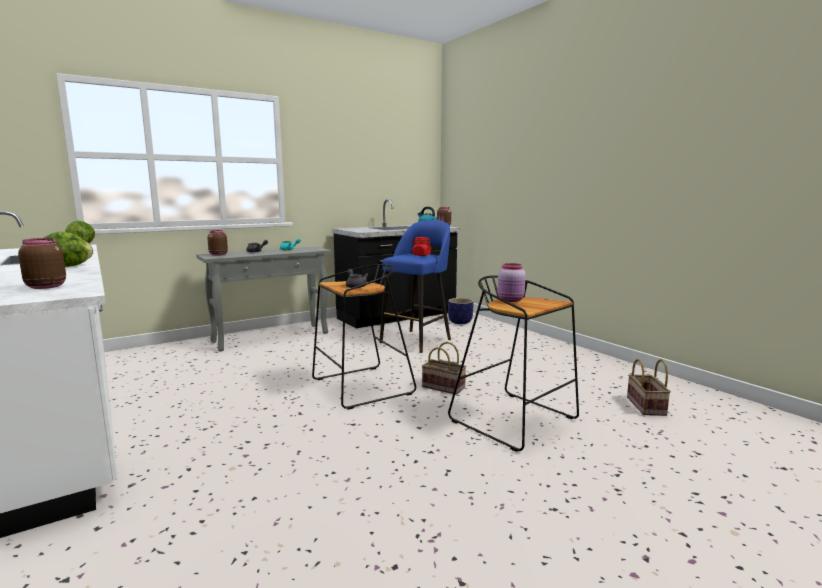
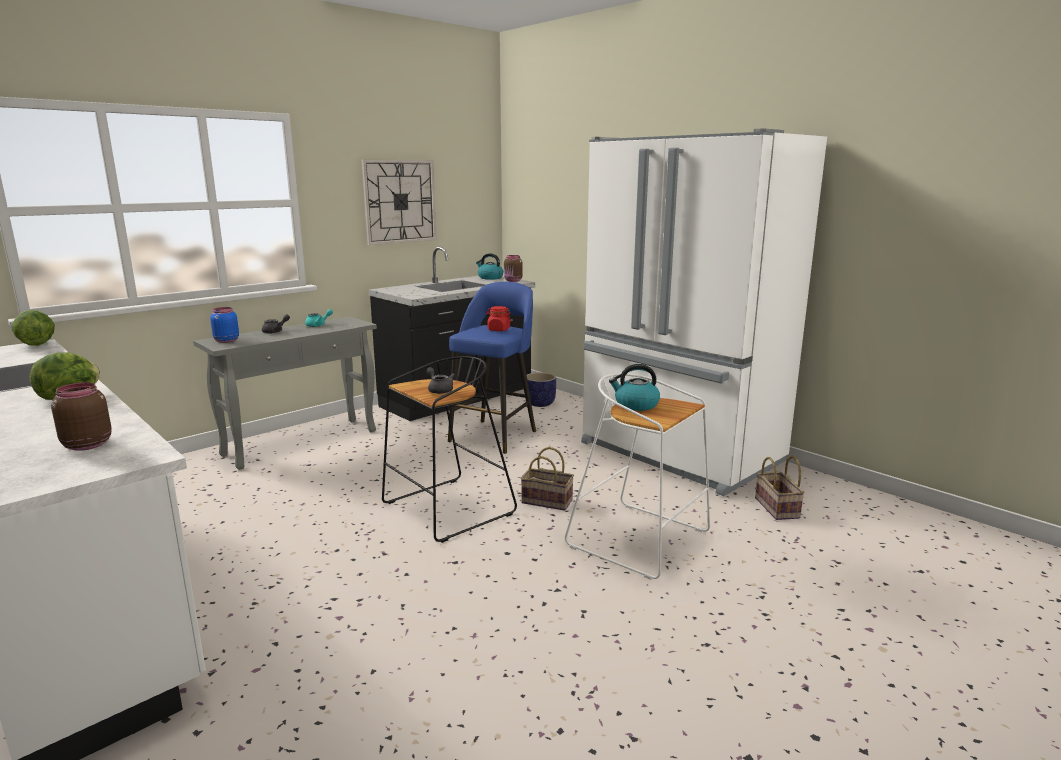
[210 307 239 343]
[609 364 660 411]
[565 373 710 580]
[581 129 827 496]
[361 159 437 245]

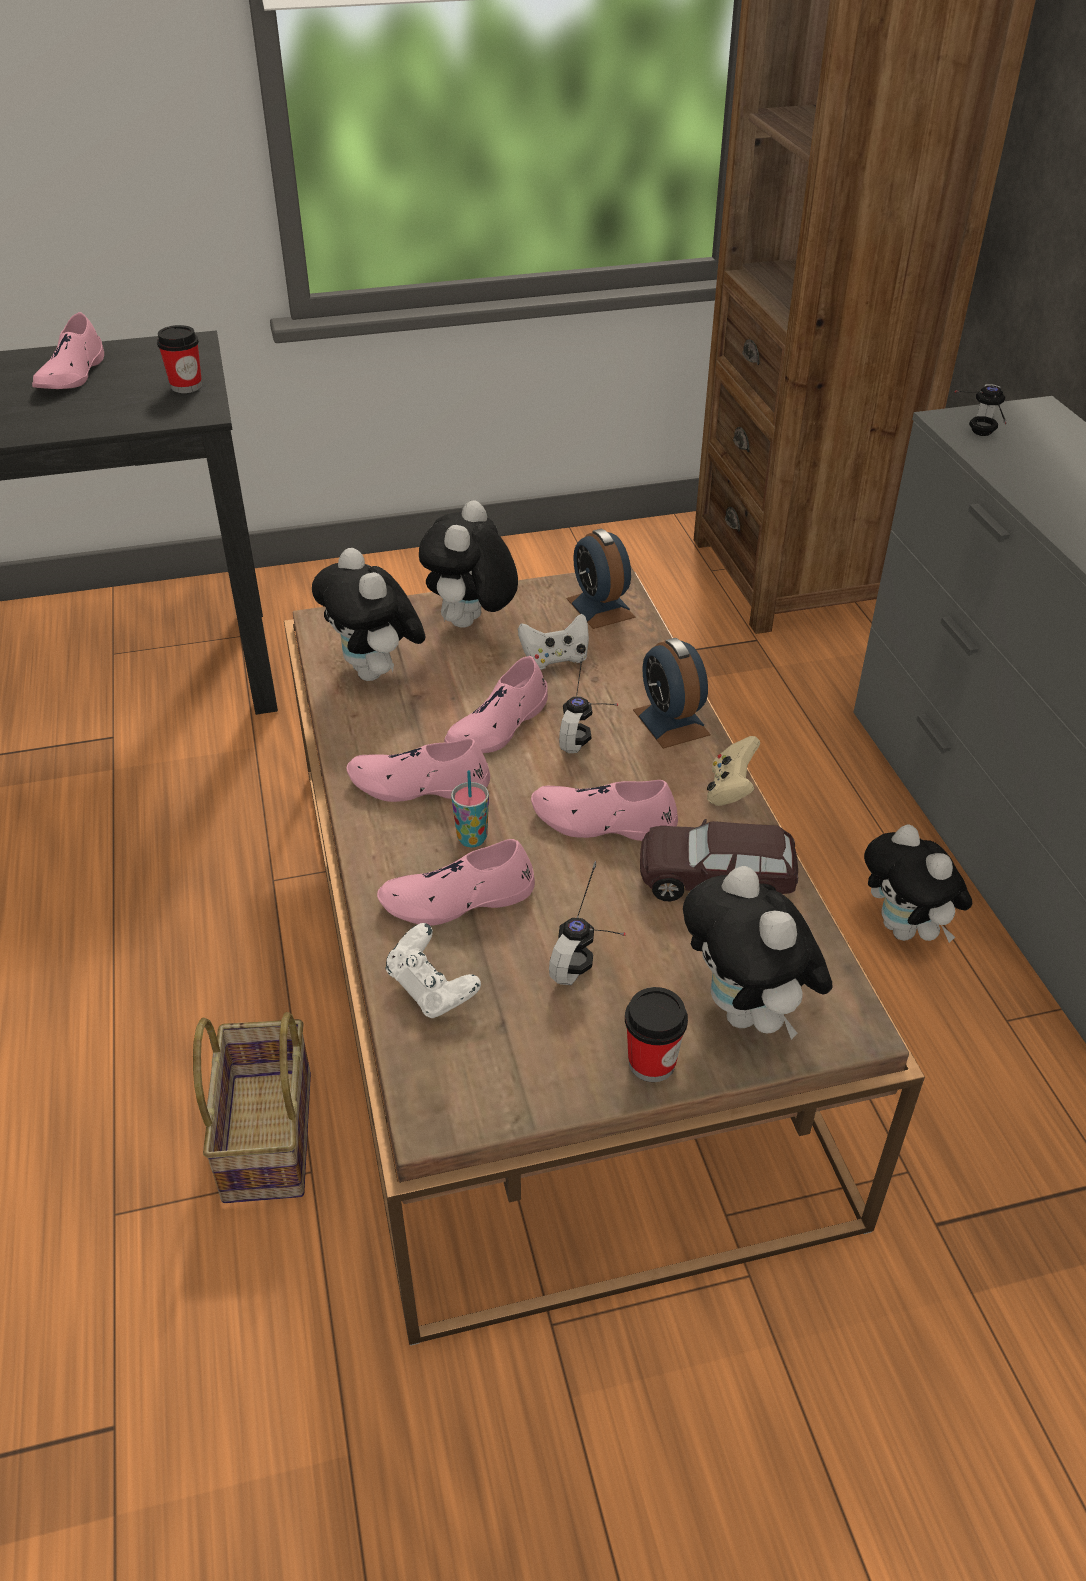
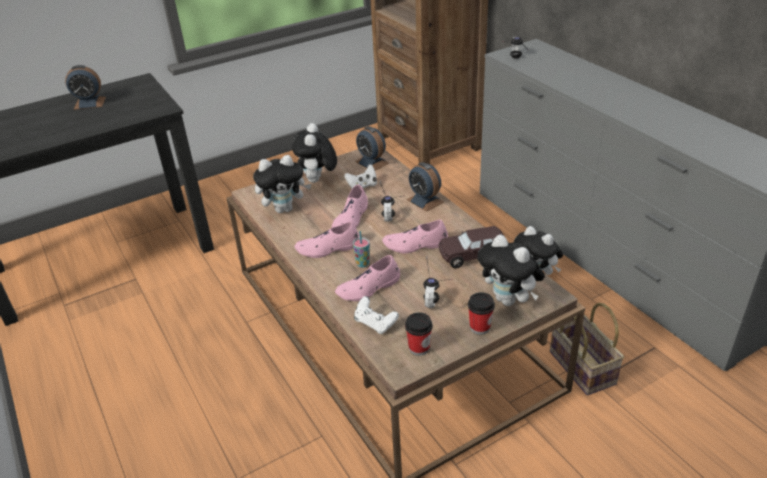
[65 65 106 110]
[405 312 433 356]
[253 155 311 213]
[707 736 760 806] (first image)
[550 303 624 395]

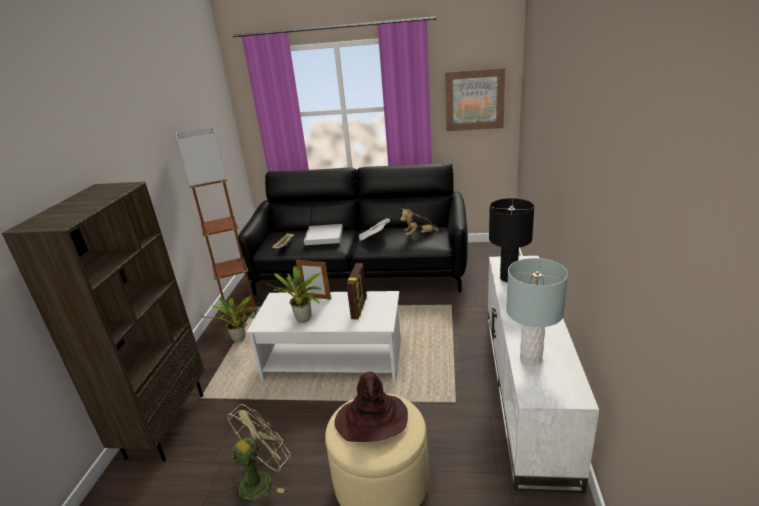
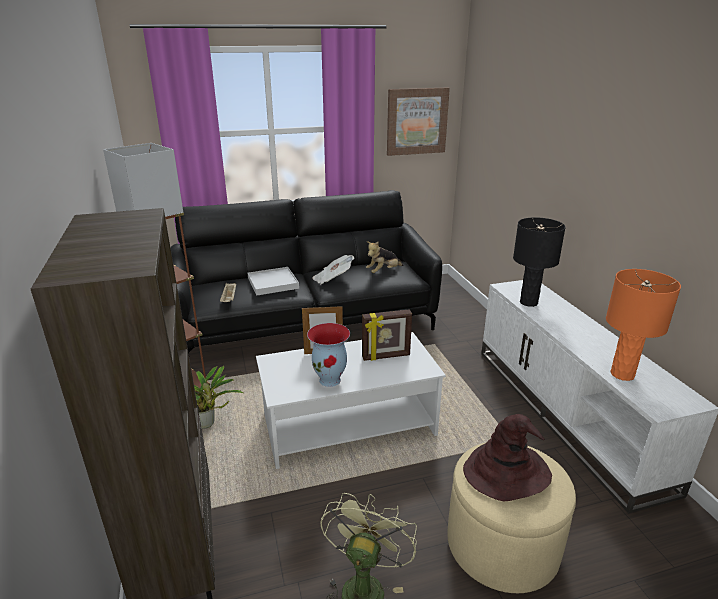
[606 269 681 381]
[362 309 412 361]
[307 323 350 387]

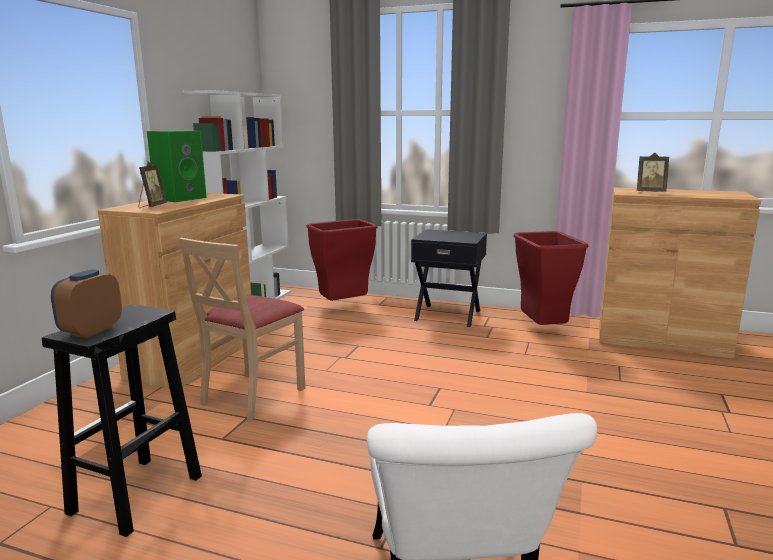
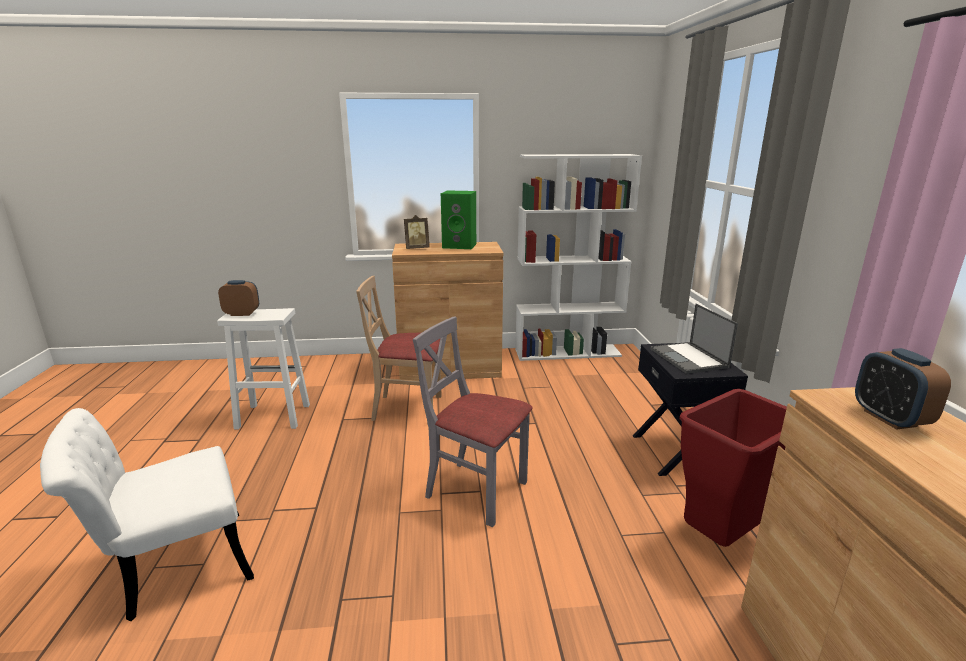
[855 348 951 430]
[306 219 377 301] (first image)
[217 308 310 429]
[650 304 738 374]
[413 316 533 527]

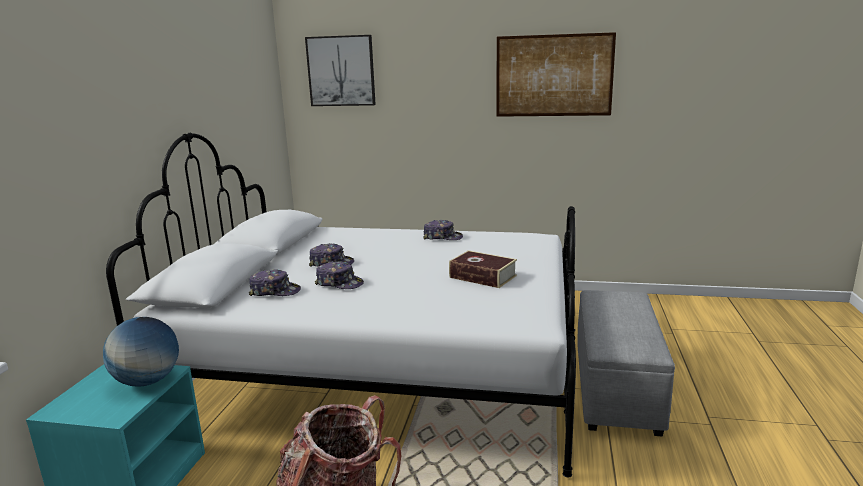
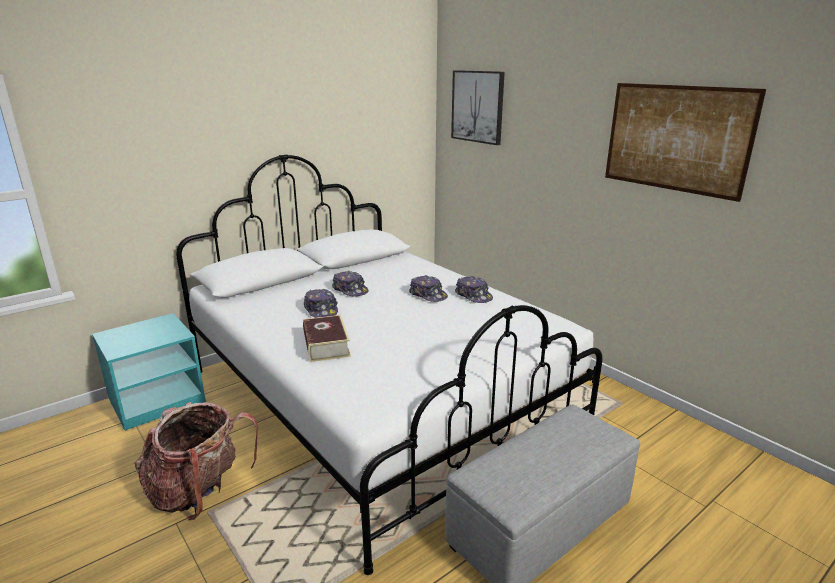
[303 315 351 362]
[409 275 448 302]
[103 317 179 386] (first image)

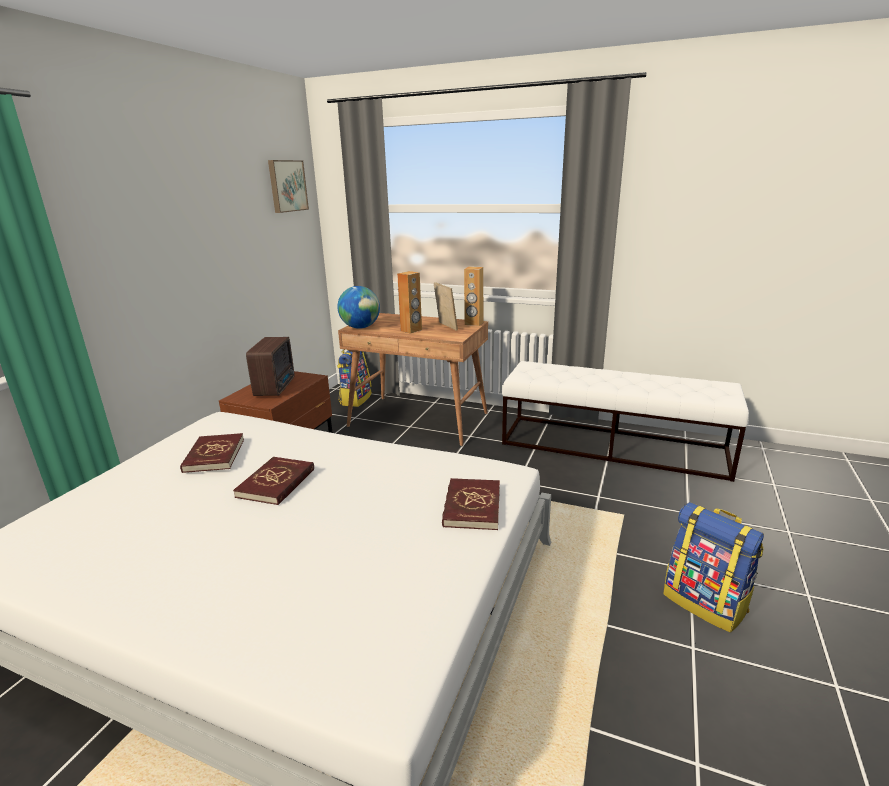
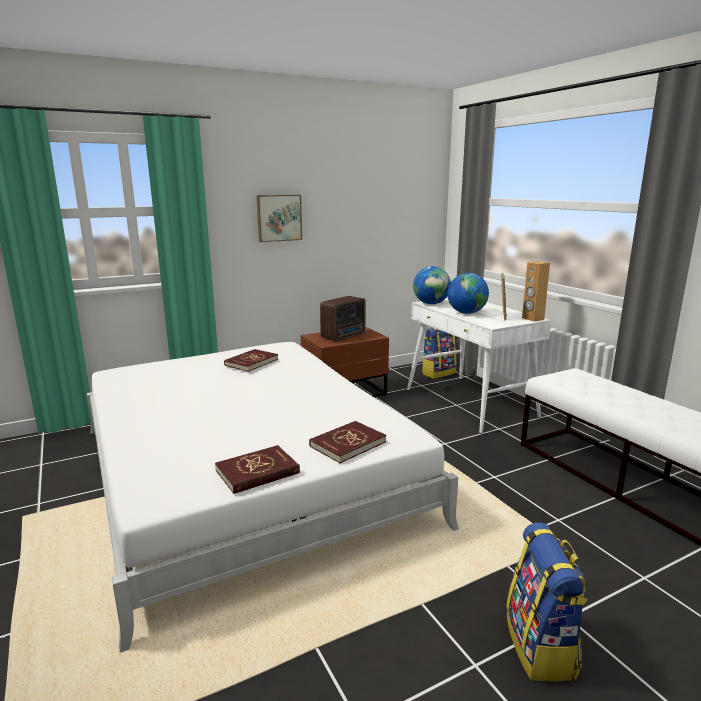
[256 195 302 242]
[447 273 489 314]
[407 298 551 434]
[215 445 300 494]

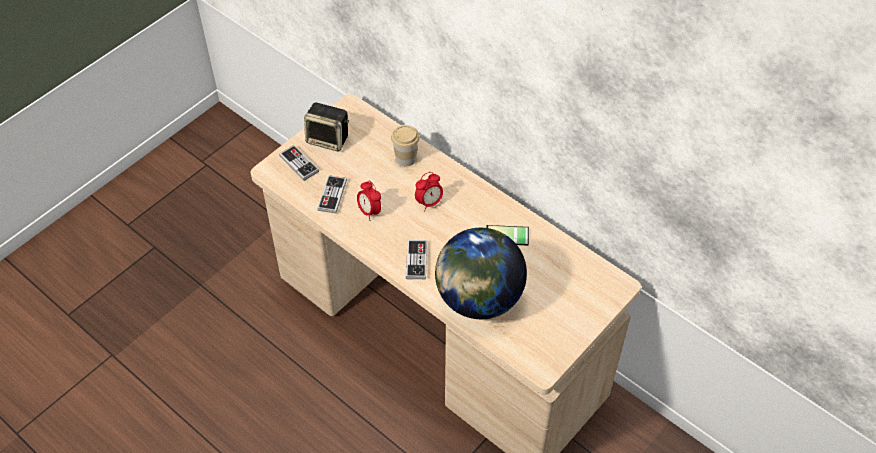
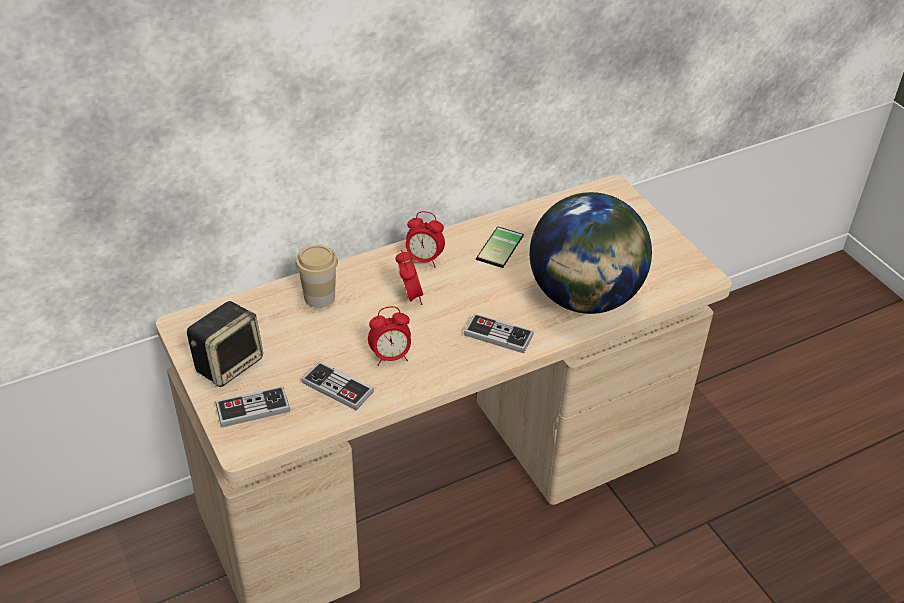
[406 211 445 267]

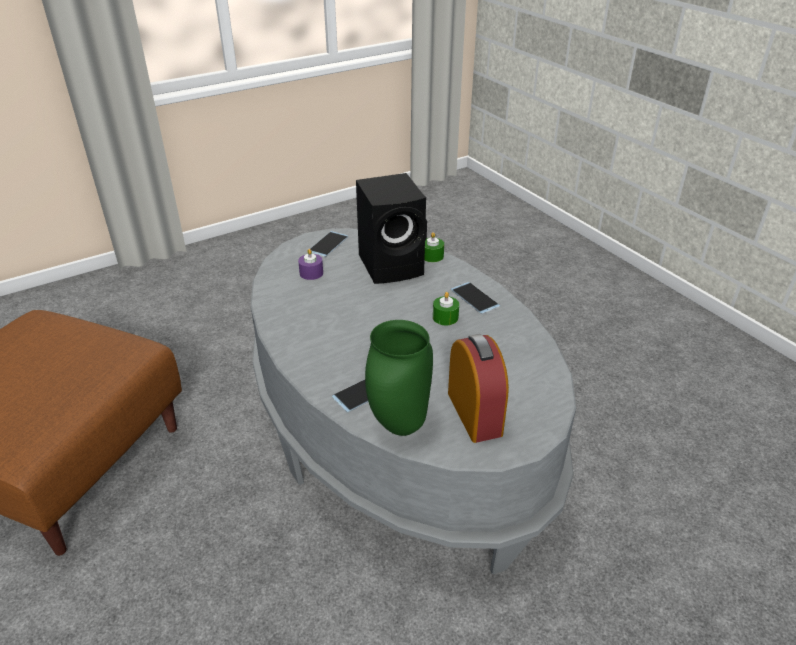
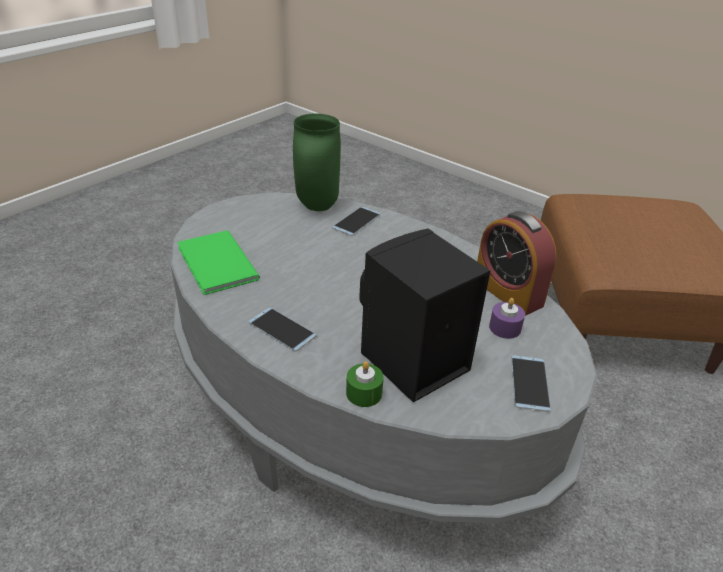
[433 292 459 325] (first image)
[477 211 557 316]
[178 231 260 295]

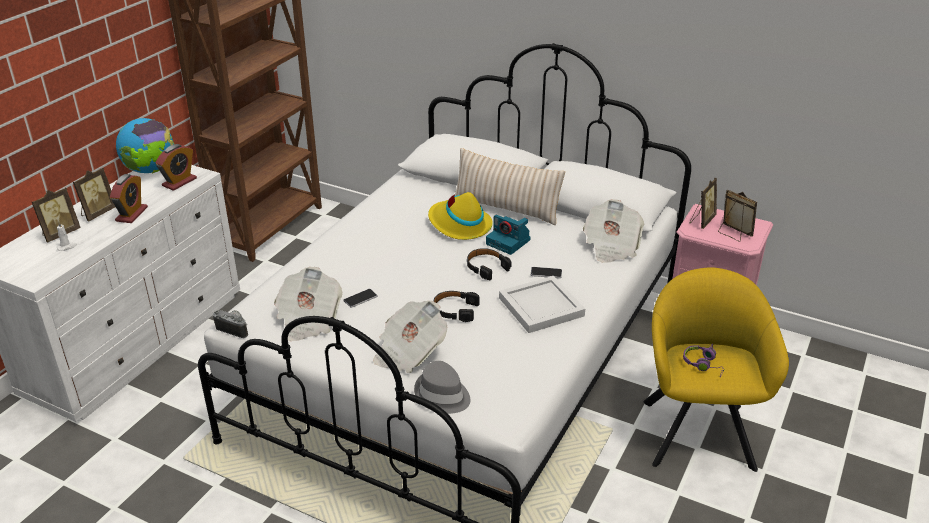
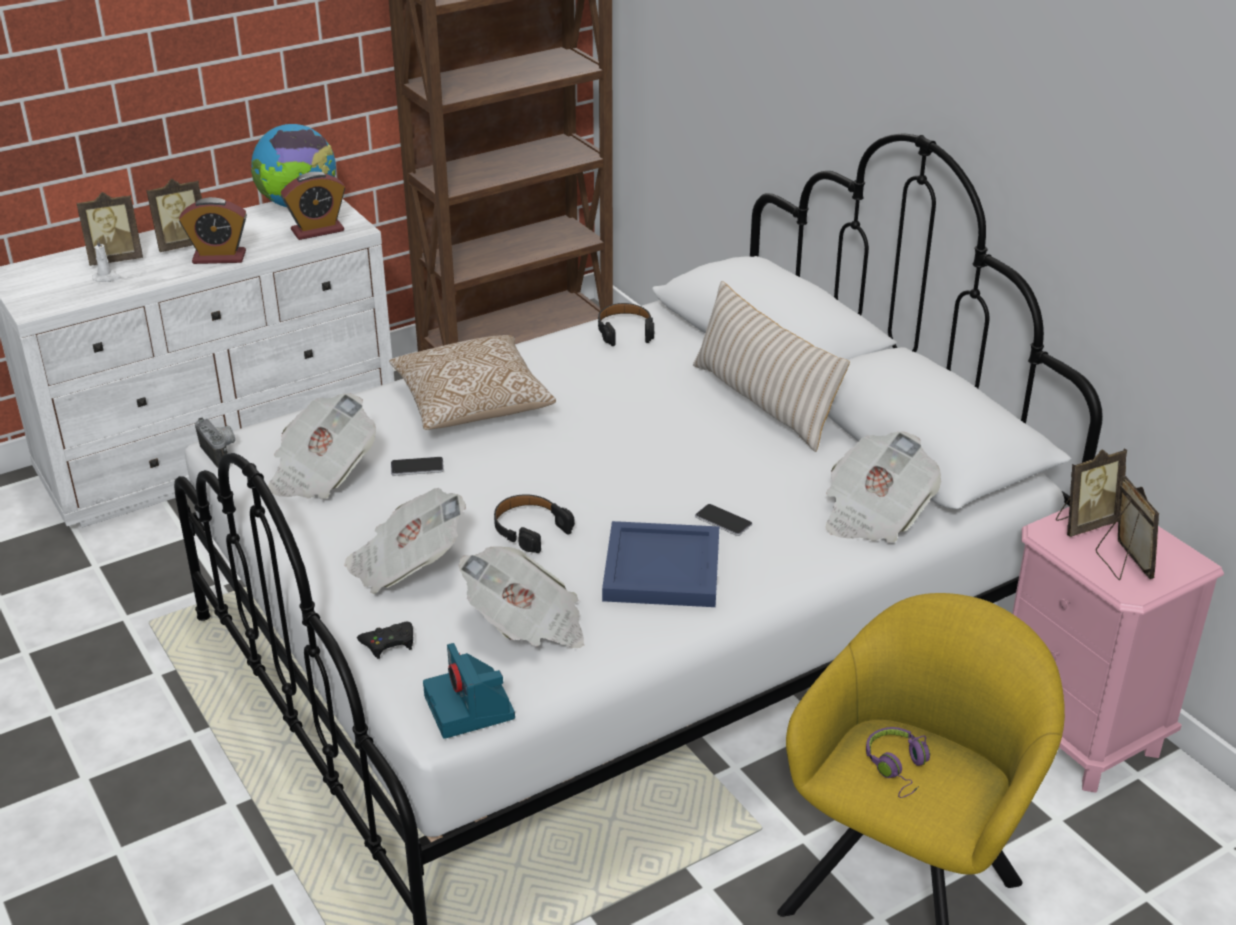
[179 197 247 264]
[428 192 493 240] (first image)
[423 643 515 739]
[598 303 654 346]
[602 521 719 607]
[357 622 413 659]
[389 335 556 430]
[459 546 584 648]

